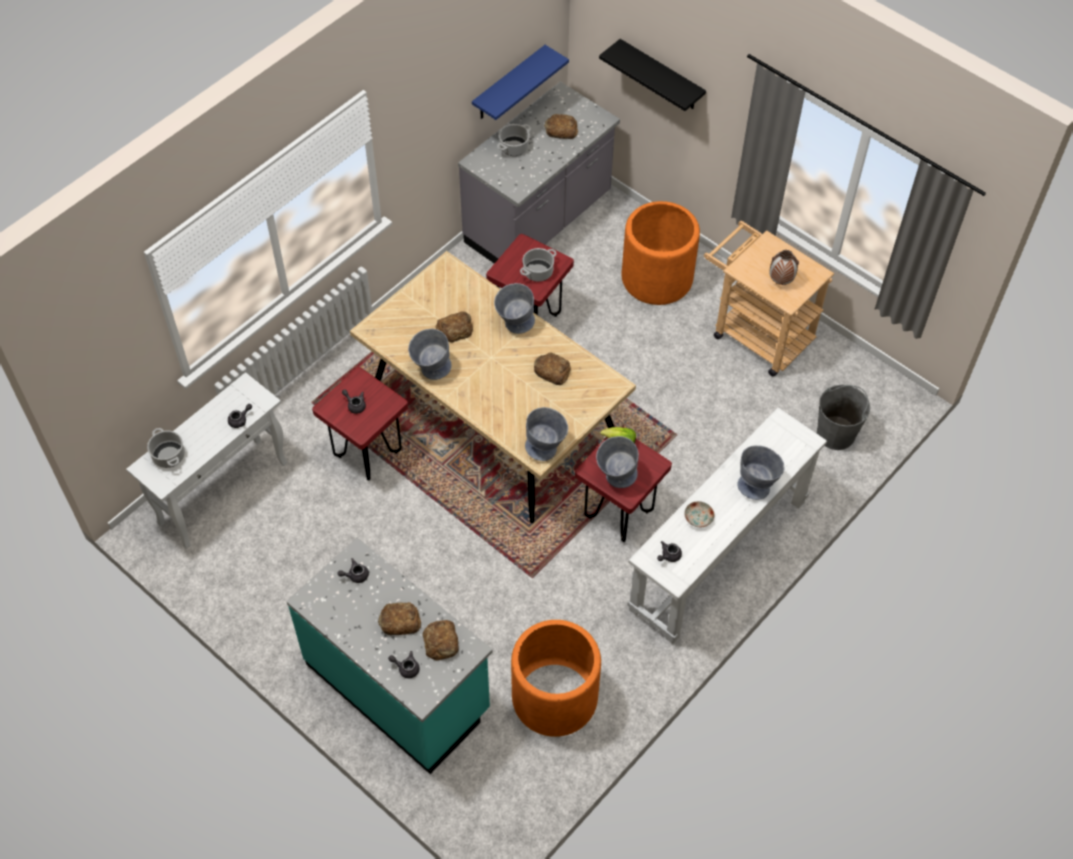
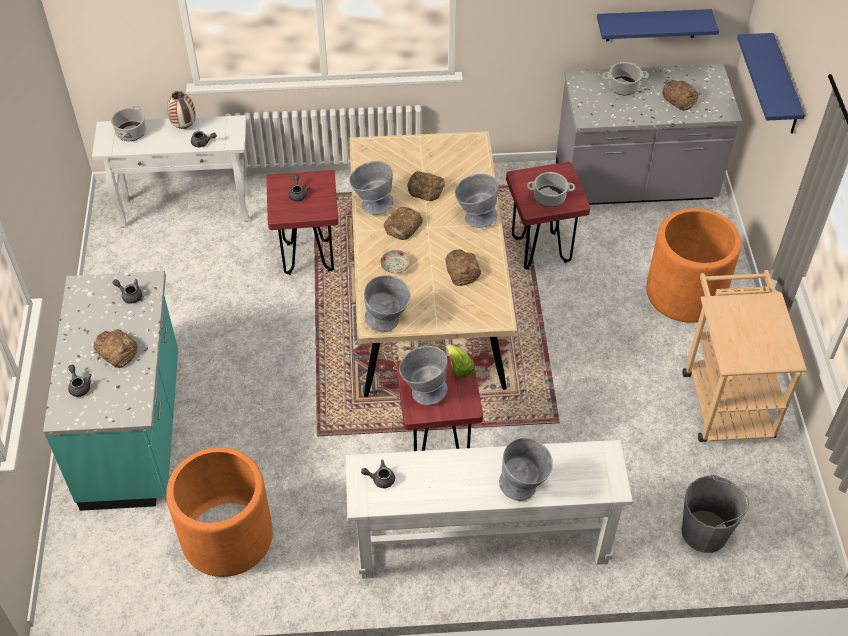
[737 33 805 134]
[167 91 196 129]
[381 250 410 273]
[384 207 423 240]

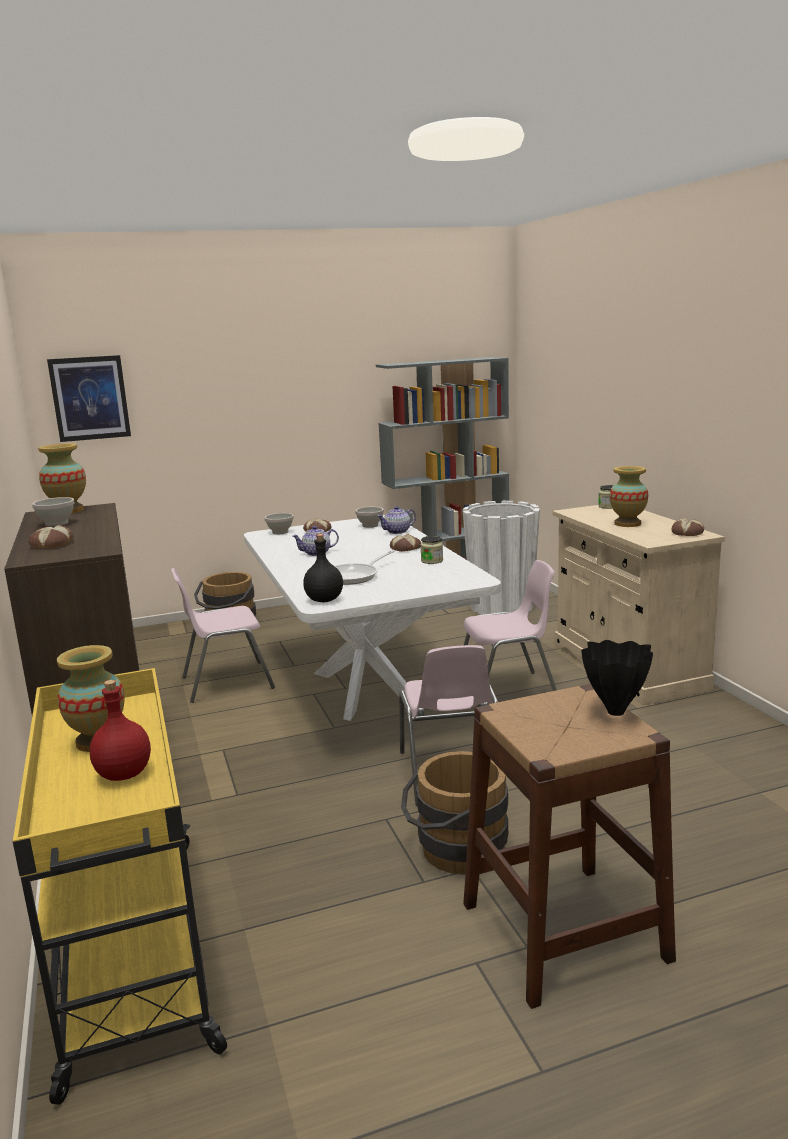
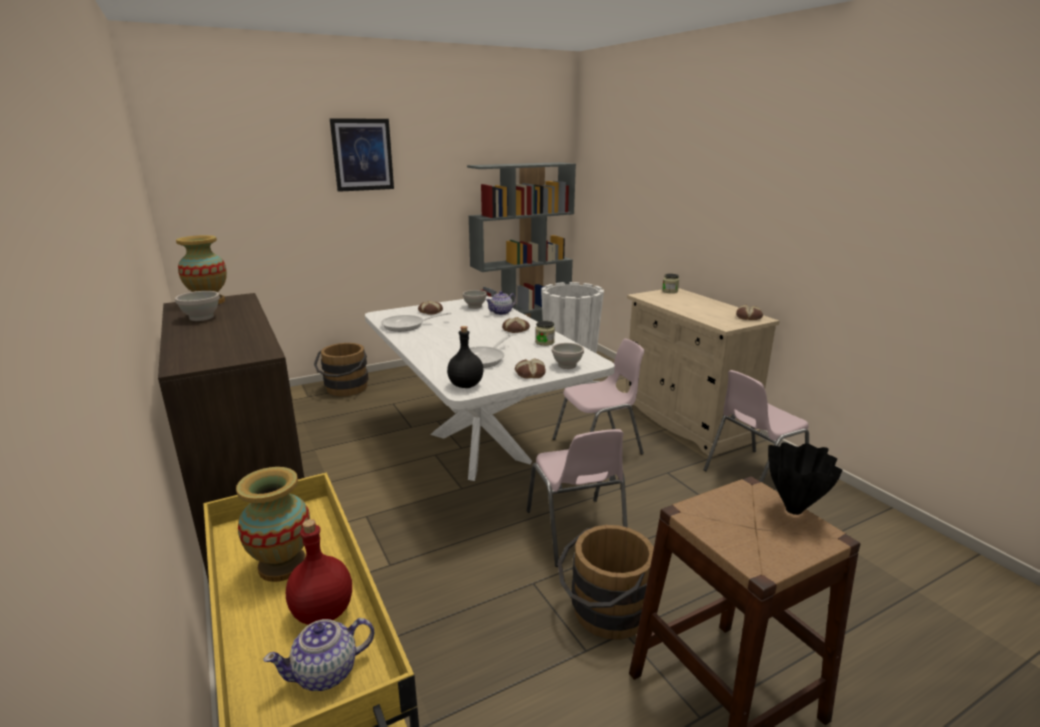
[330 118 394 192]
[610 466 648 527] (first image)
[552 343 584 369]
[515 358 546 378]
[263 618 374 691]
[703 370 809 483]
[381 312 451 332]

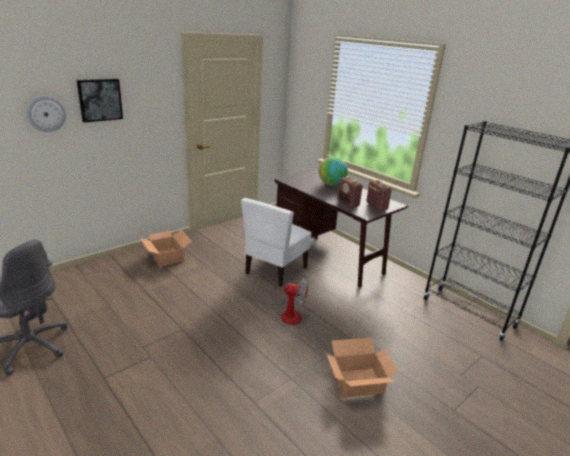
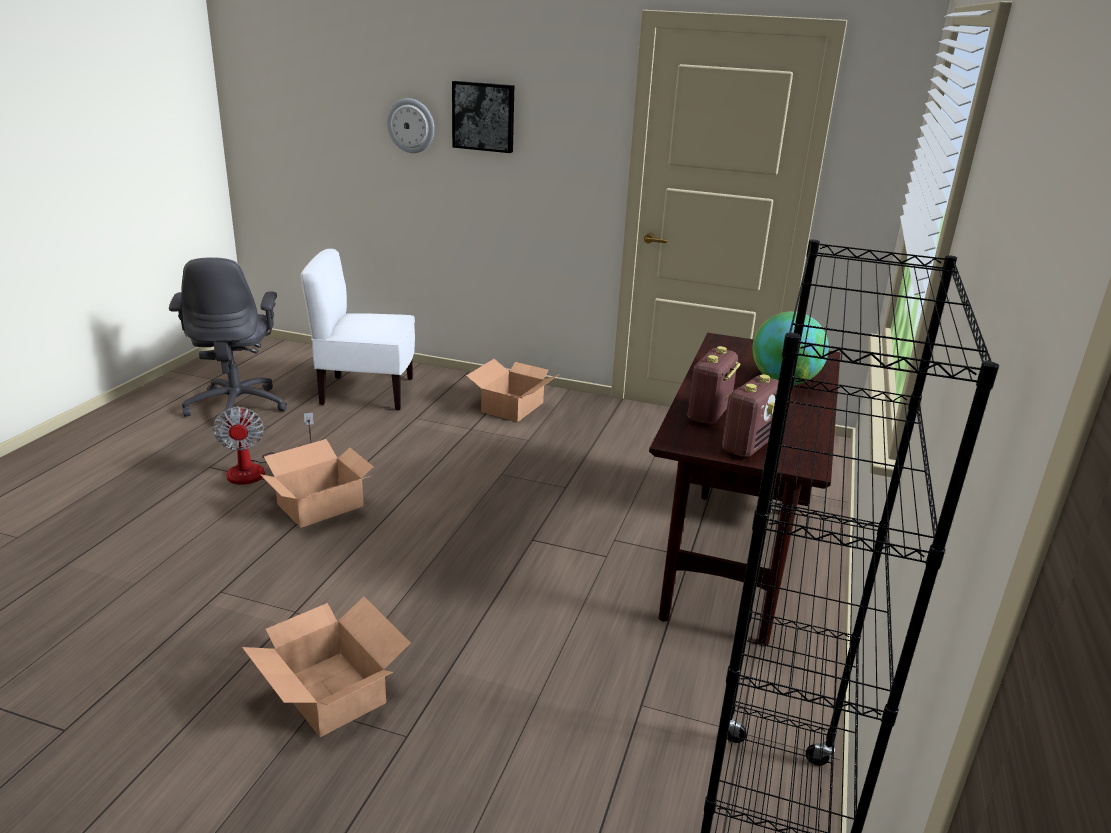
[301 248 415 411]
[213 406 314 485]
[260 439 374 528]

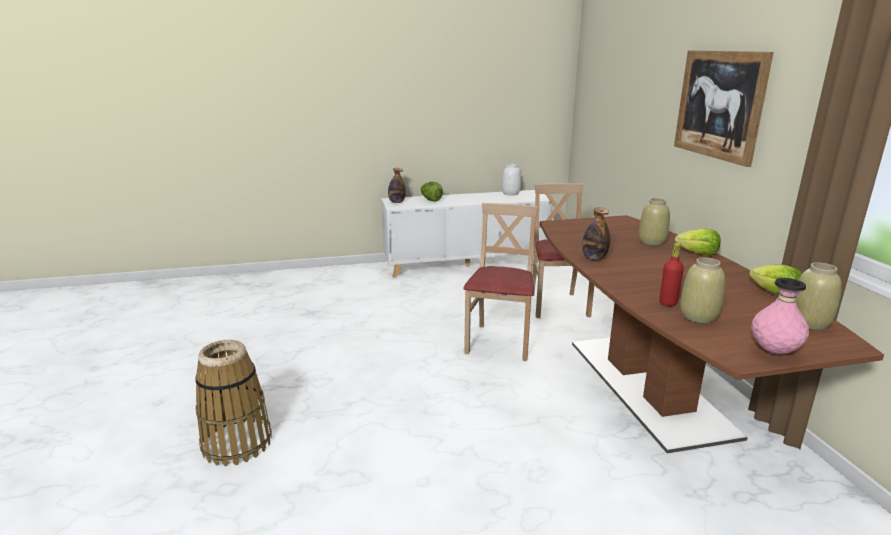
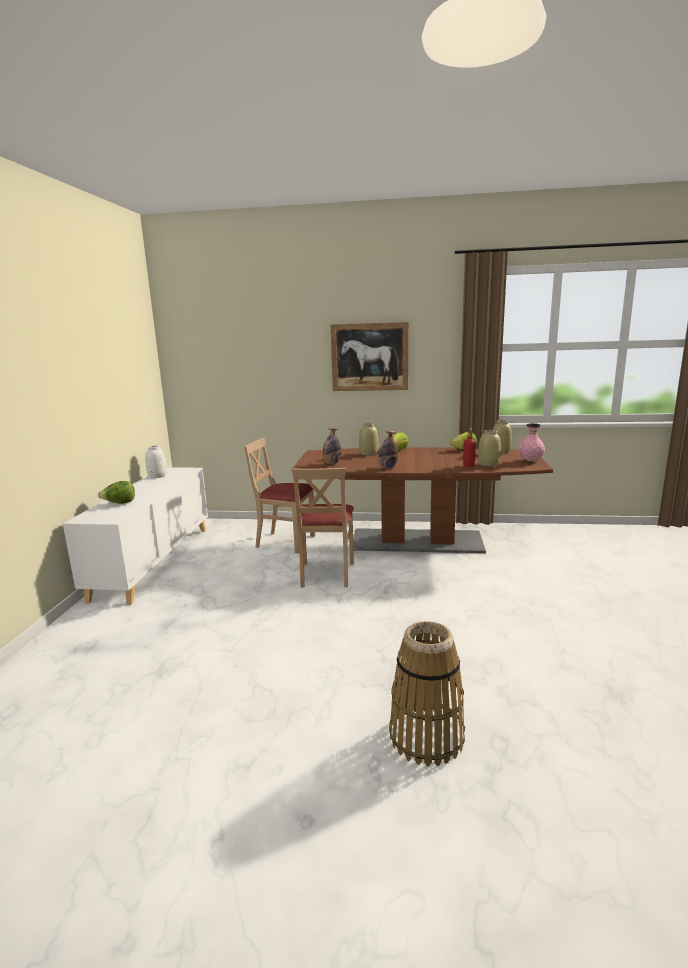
[323 428 341 464]
[292 468 354 587]

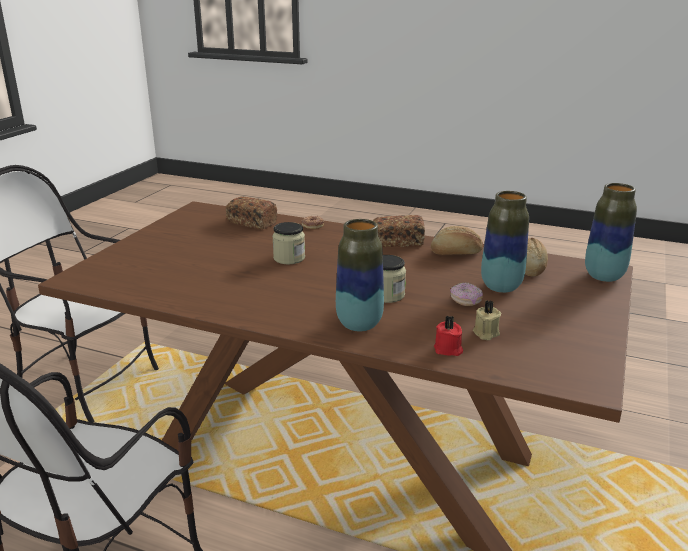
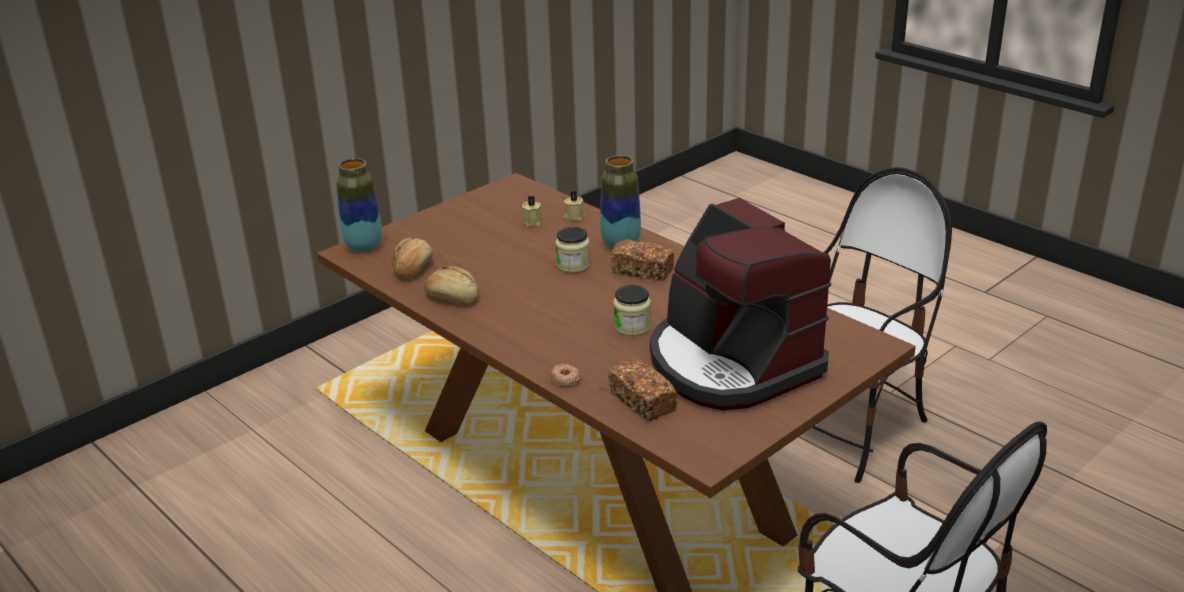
[481 191 529 293] (first image)
[611 239 674 281]
[450 282 483 306] (first image)
[564 191 585 221]
[650 198 832 410]

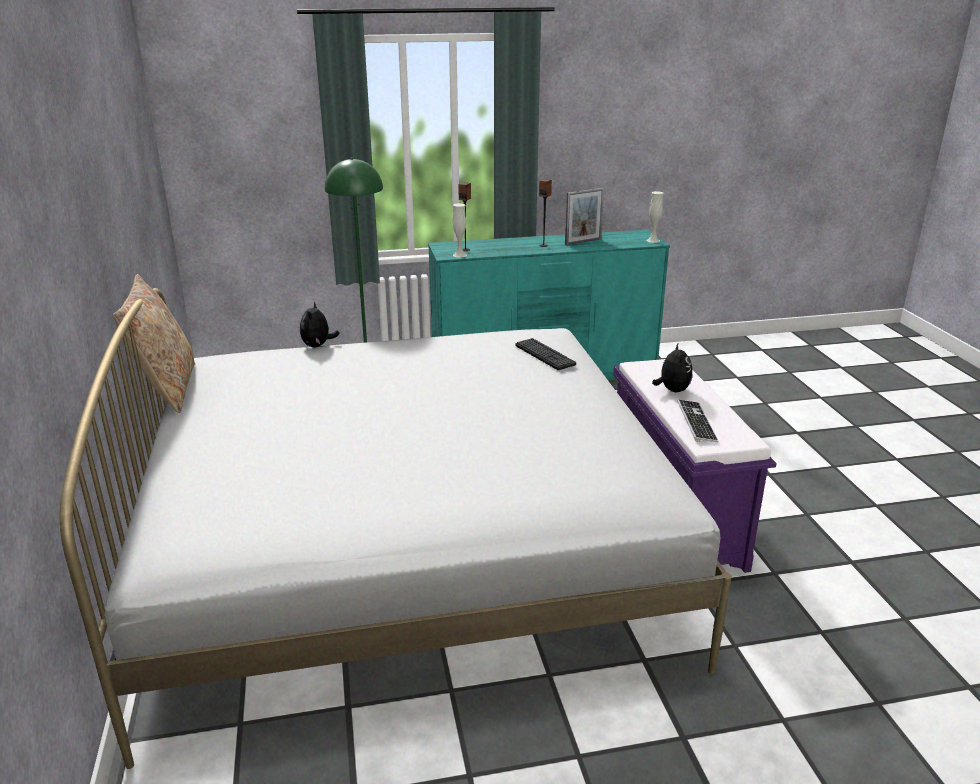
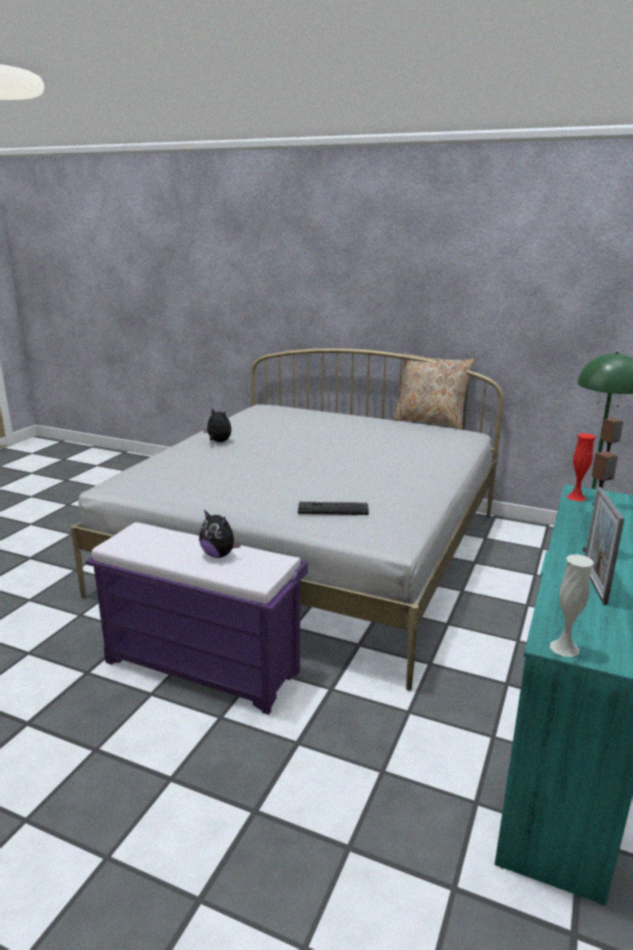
[567 433 595 501]
[203 408 232 442]
[677 399 719 442] (first image)

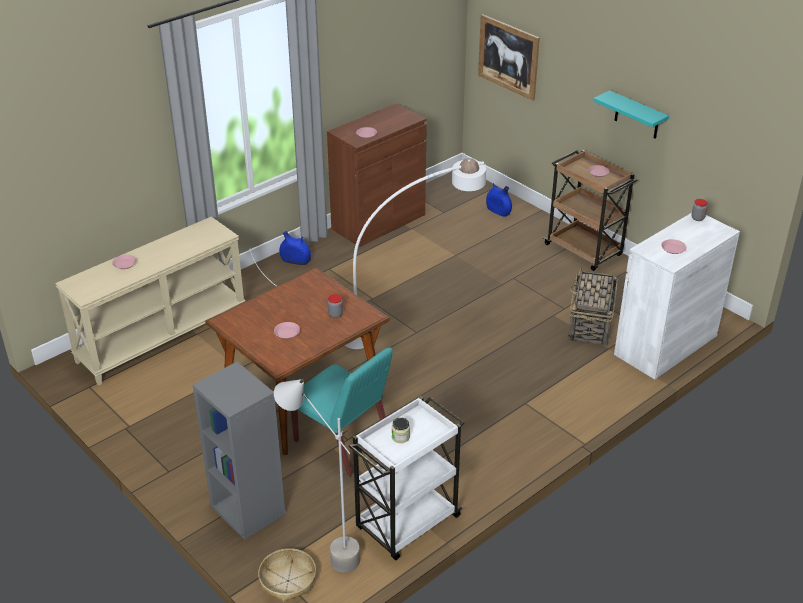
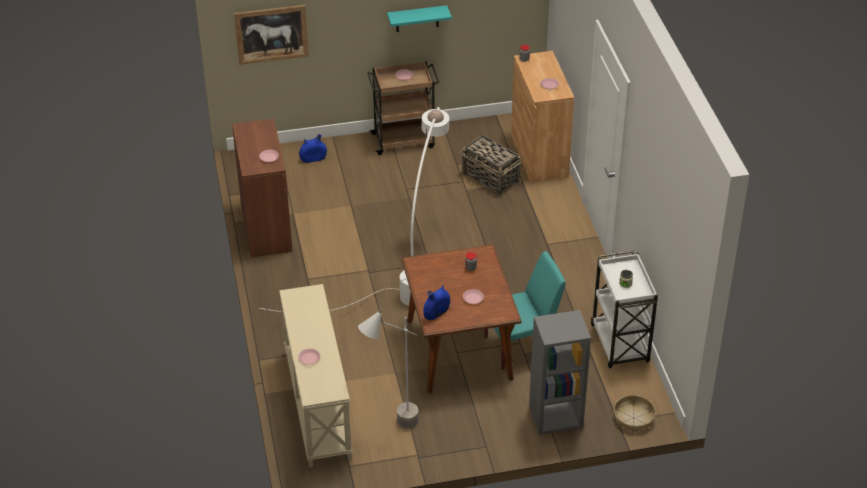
[511 51 574 183]
[423 285 450 320]
[358 310 419 428]

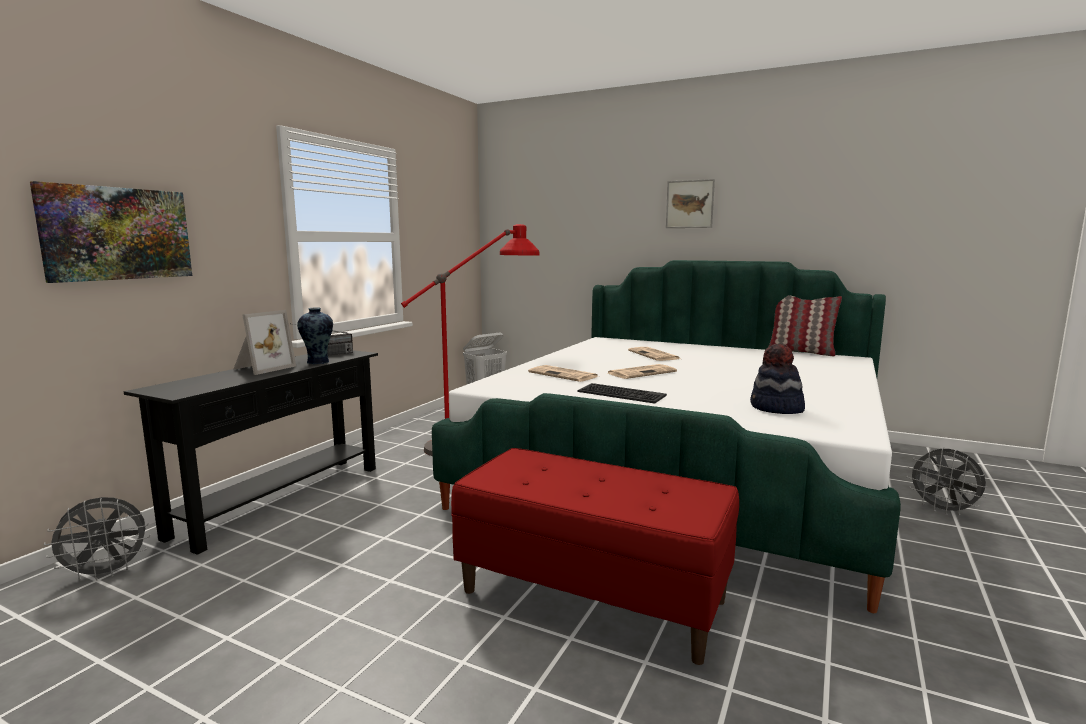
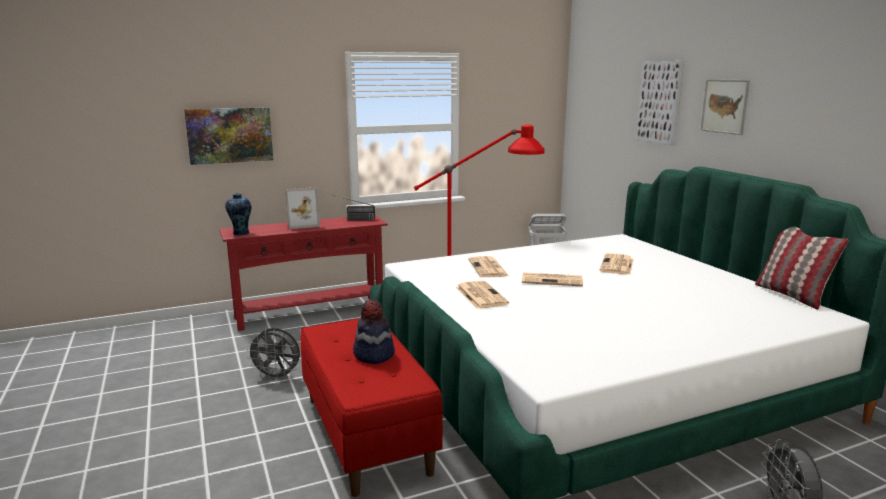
[225 193 251 235]
[353 299 395 364]
[219 215 388 331]
[456 281 509 309]
[246 328 300 381]
[636 61 684 145]

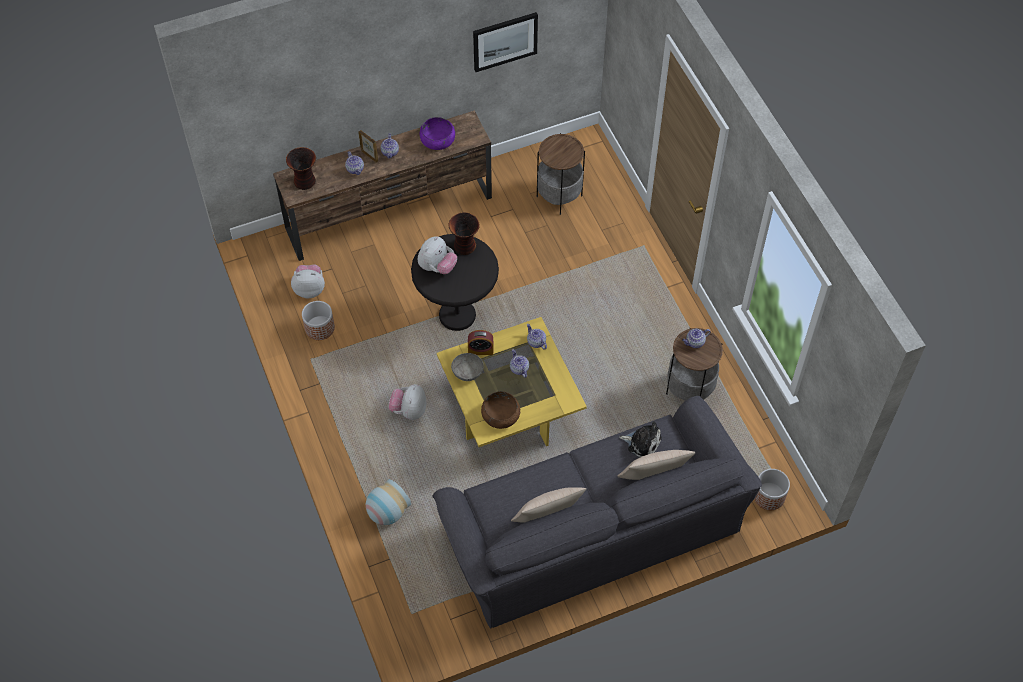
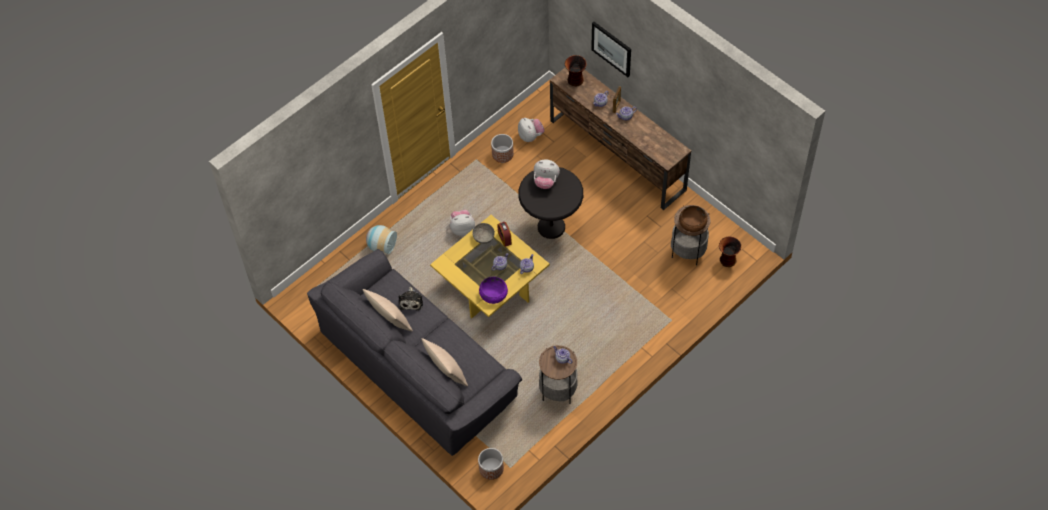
[591 22 631 77]
[479 276 508 304]
[719 237 741 267]
[679 206 708 232]
[398 286 423 311]

